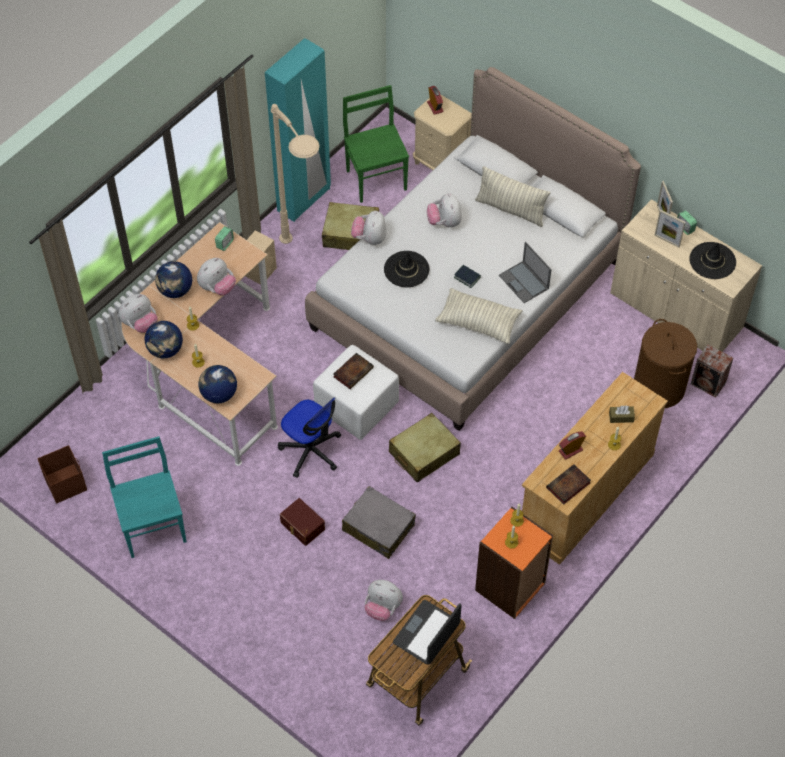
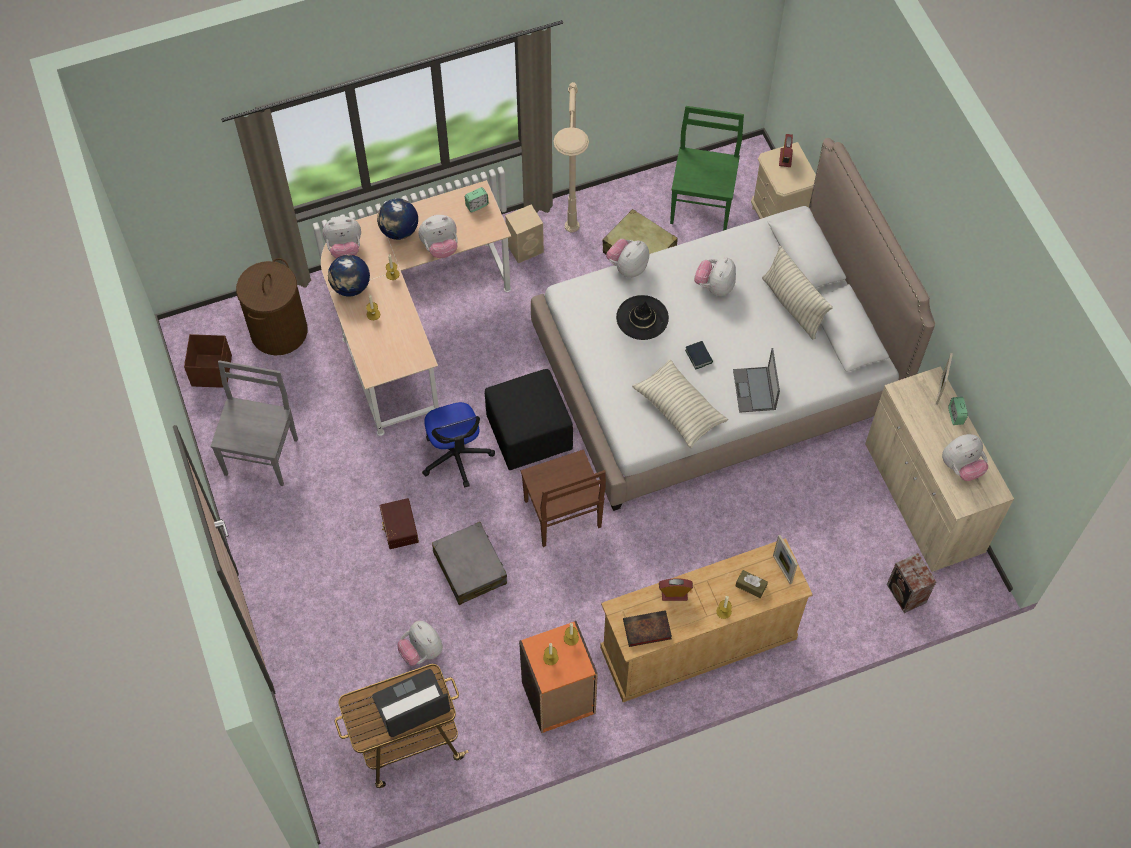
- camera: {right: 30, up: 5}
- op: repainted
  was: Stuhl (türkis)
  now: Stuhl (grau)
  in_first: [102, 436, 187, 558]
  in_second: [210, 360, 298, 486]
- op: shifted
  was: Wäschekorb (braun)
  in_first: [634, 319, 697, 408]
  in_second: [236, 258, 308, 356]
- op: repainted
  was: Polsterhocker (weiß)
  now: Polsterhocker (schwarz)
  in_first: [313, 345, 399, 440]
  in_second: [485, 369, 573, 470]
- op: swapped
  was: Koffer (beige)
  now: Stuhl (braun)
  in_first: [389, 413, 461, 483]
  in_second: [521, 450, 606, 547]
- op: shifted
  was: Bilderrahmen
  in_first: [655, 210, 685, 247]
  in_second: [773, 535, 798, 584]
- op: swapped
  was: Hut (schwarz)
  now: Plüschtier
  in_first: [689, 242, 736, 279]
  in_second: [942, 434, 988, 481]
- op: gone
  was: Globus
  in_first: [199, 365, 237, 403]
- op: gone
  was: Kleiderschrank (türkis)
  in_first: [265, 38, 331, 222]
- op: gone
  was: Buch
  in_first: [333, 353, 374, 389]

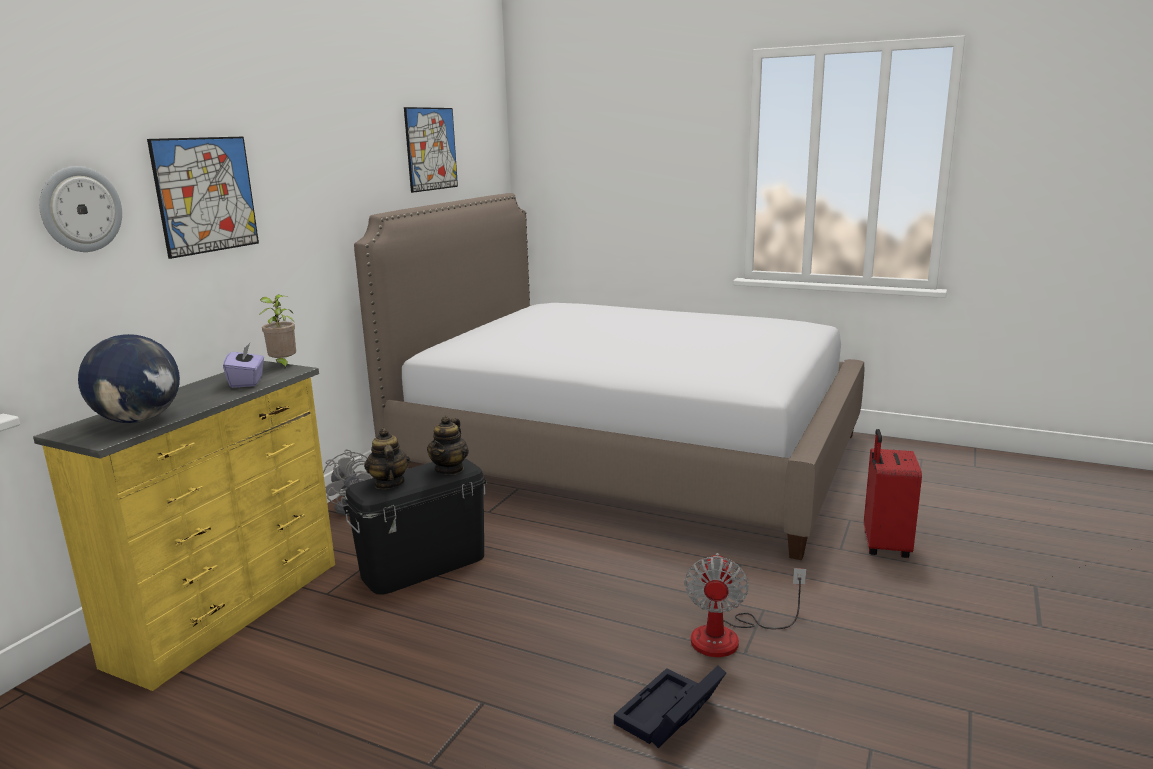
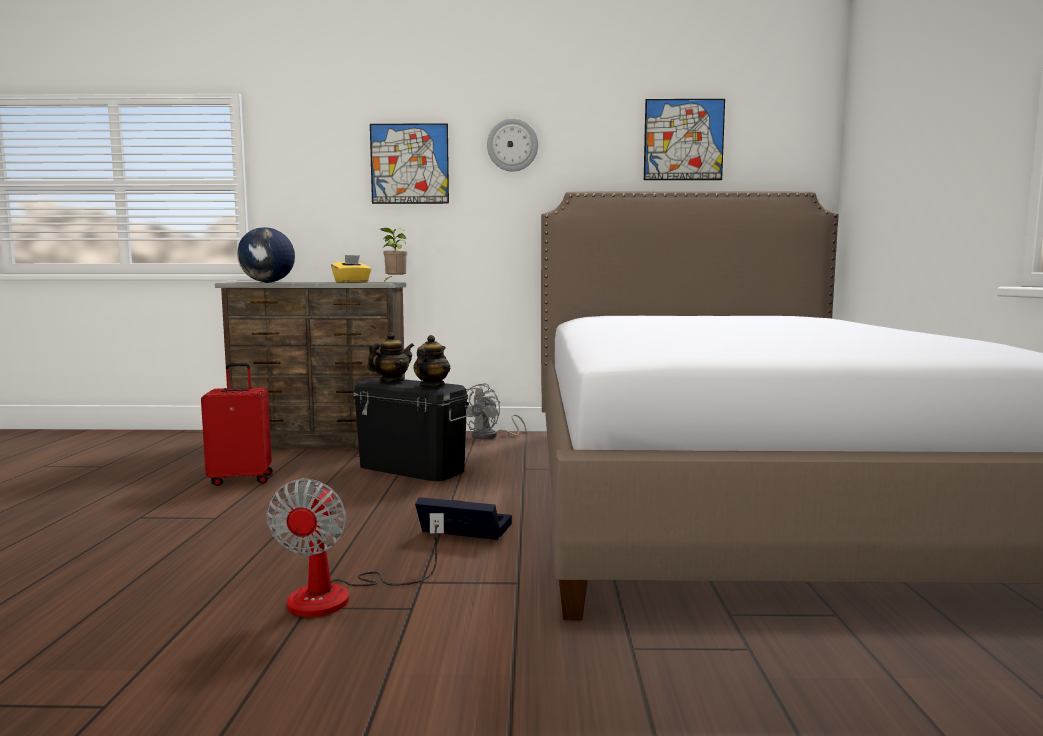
- camera: {right: 65, up: -10}
- op: shifted
  was: Koffer (rot)
  in_first: [864, 429, 922, 558]
  in_second: [201, 363, 273, 486]
- op: repainted
  was: Kommode (gelb)
  now: Kommode (braun)
  in_first: [33, 361, 335, 691]
  in_second: [215, 282, 406, 450]
- op: rotated
  was: Ventilator
  in_first: [684, 553, 806, 657]
  in_second: [266, 479, 444, 617]
  clockwise: -75
- op: repainted
  was: Taschentuchbox (lila)
  now: Taschentuchbox (gelb)
  in_first: [223, 343, 264, 388]
  in_second: [331, 255, 371, 283]
- op: rotated
  was: Teekanne
  in_first: [427, 416, 469, 475]
  in_second: [414, 335, 450, 388]
  clockwise: 120
- op: shifted
  was: Aufbewahrungsbox (schwarz)
  in_first: [614, 665, 726, 749]
  in_second: [415, 497, 512, 540]
- op: shifted
  was: Wanduhr
  in_first: [39, 166, 122, 252]
  in_second: [487, 118, 538, 172]

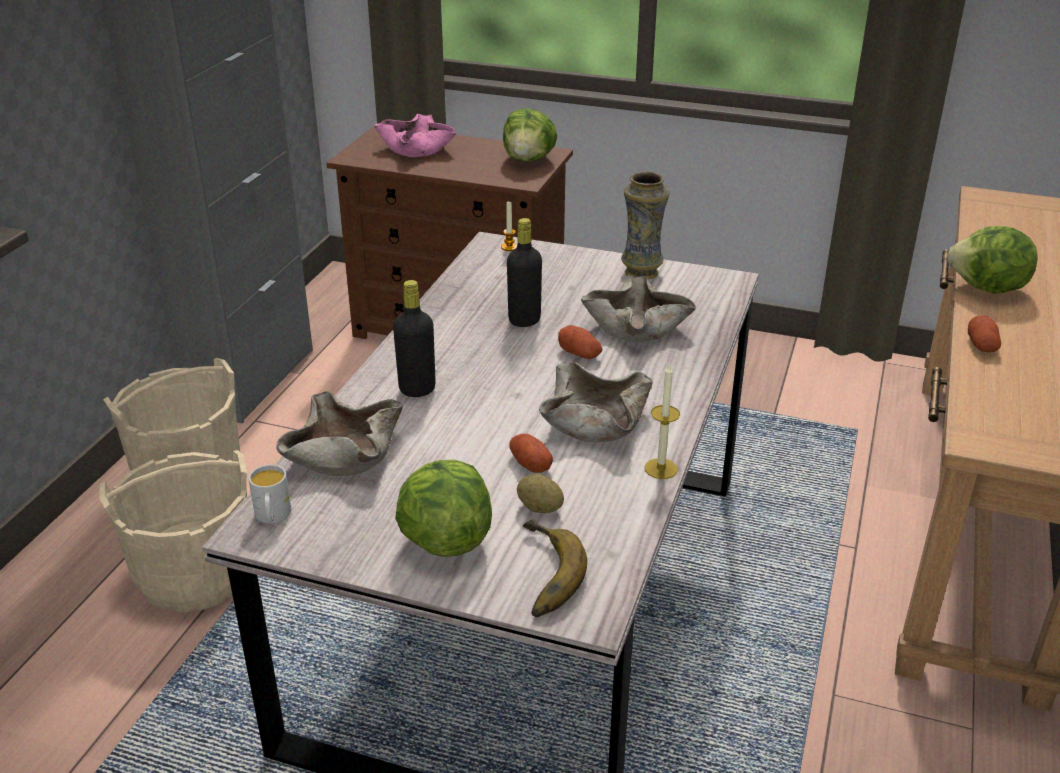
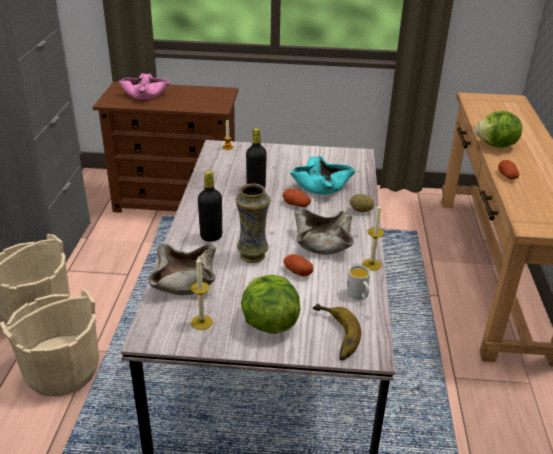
- camera: {right: -15, up: 0}
- op: new
  now: Kerze
  in_second: [190, 256, 213, 330]
- op: shifted
  was: Vase
  in_first: [621, 171, 670, 280]
  in_second: [235, 184, 270, 263]
- op: repainted
  was: Schüssel (beige)
  now: Schüssel (türkis)
  in_first: [581, 275, 696, 343]
  in_second: [290, 156, 355, 195]
- op: shifted
  was: Henkelbecher (weiß)
  in_first: [248, 465, 291, 524]
  in_second: [347, 265, 370, 300]
- op: shifted
  was: Kartoffel
  in_first: [517, 474, 564, 513]
  in_second: [350, 194, 374, 212]
- op: gone
  was: Salatkopf
  in_first: [503, 109, 557, 161]

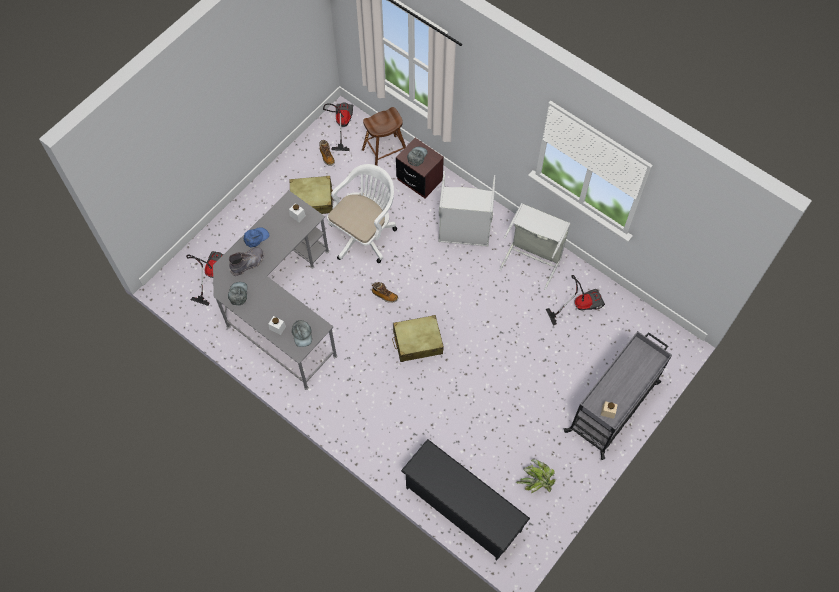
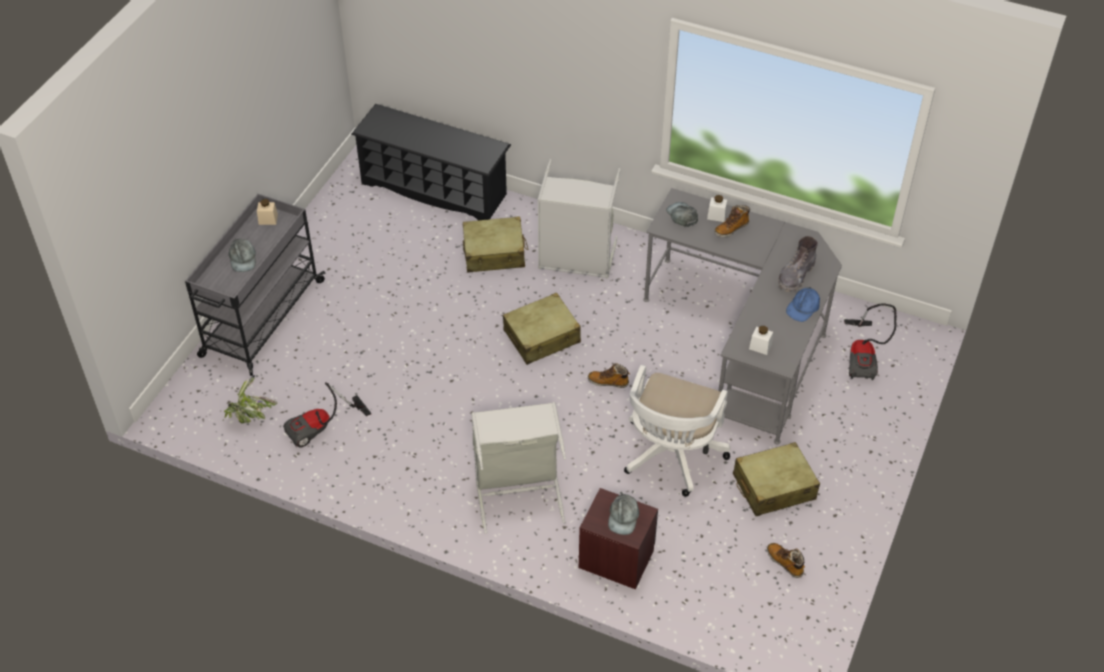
- camera: {right: 165, up: -15}
- op: shifted
  was: Topfpflanze
  in_first: [516, 459, 556, 493]
  in_second: [224, 375, 277, 423]
- op: shifted
  was: Kappe (grau)
  in_first: [228, 282, 248, 305]
  in_second: [229, 239, 256, 272]
- op: new
  now: Koffer (beige)
  in_second: [463, 216, 528, 273]
- op: shifted
  was: Wäschekorb (grau)
  in_first: [499, 203, 571, 290]
  in_second: [537, 159, 621, 279]
- op: new
  now: Stiefel
  in_second: [714, 205, 750, 237]
- op: gone
  was: Staubsauger
  in_first: [323, 102, 353, 151]
- op: gone
  was: Hocker (braun)
  in_first: [362, 107, 406, 166]

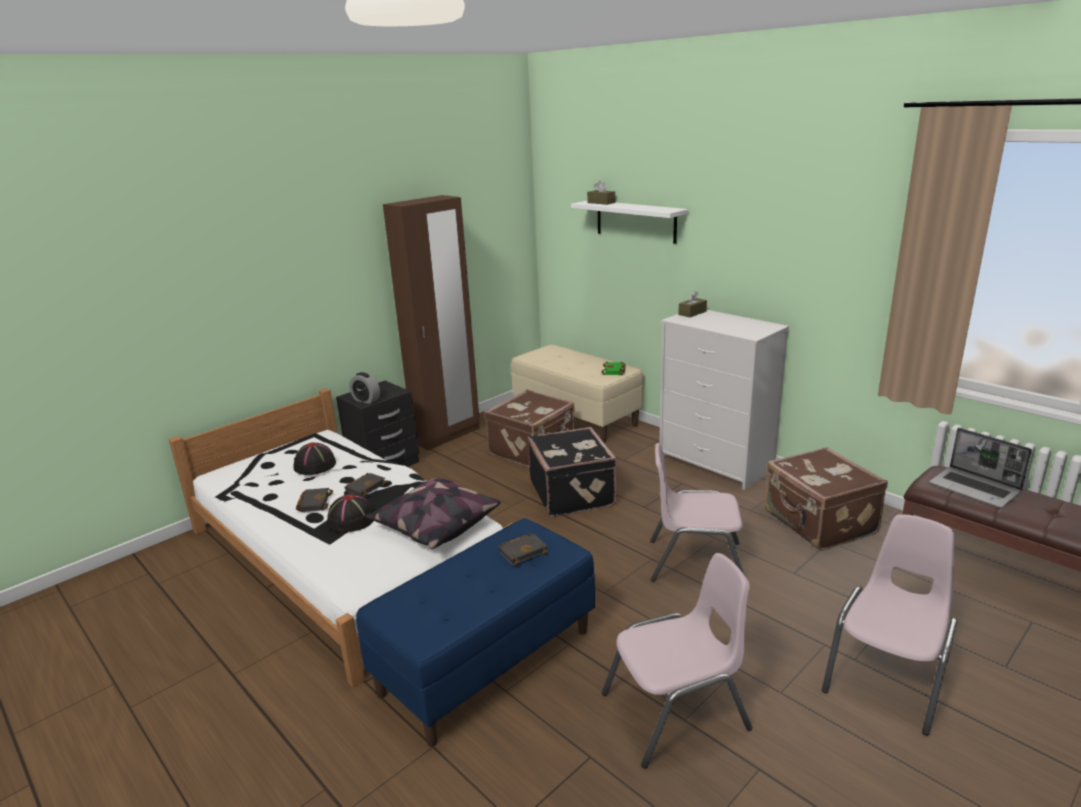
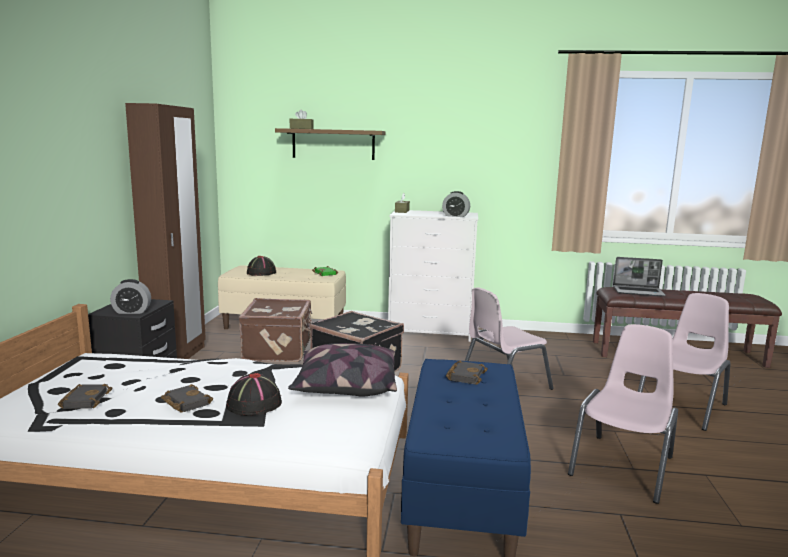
- camera: {right: -40, up: -10}
- op: shifted
  was: Buch (schwarz)
  in_first: [344, 473, 387, 497]
  in_second: [58, 384, 112, 409]
- op: shifted
  was: Hut (schwarz)
  in_first: [293, 442, 336, 475]
  in_second: [247, 256, 276, 276]
- op: repainted
  was: Wandregal (weiß)
  now: Wandregal (braun)
  in_first: [571, 201, 688, 244]
  in_second: [275, 128, 385, 160]
- op: new
  now: Wecker
  in_second: [442, 191, 470, 217]
- op: rotated
  was: Stuhl (rosa)
  in_first: [822, 515, 958, 736]
  in_second: [638, 293, 730, 431]
  clockwise: 45
- op: gone
  was: Koffer (braun)
  in_first: [765, 447, 888, 551]

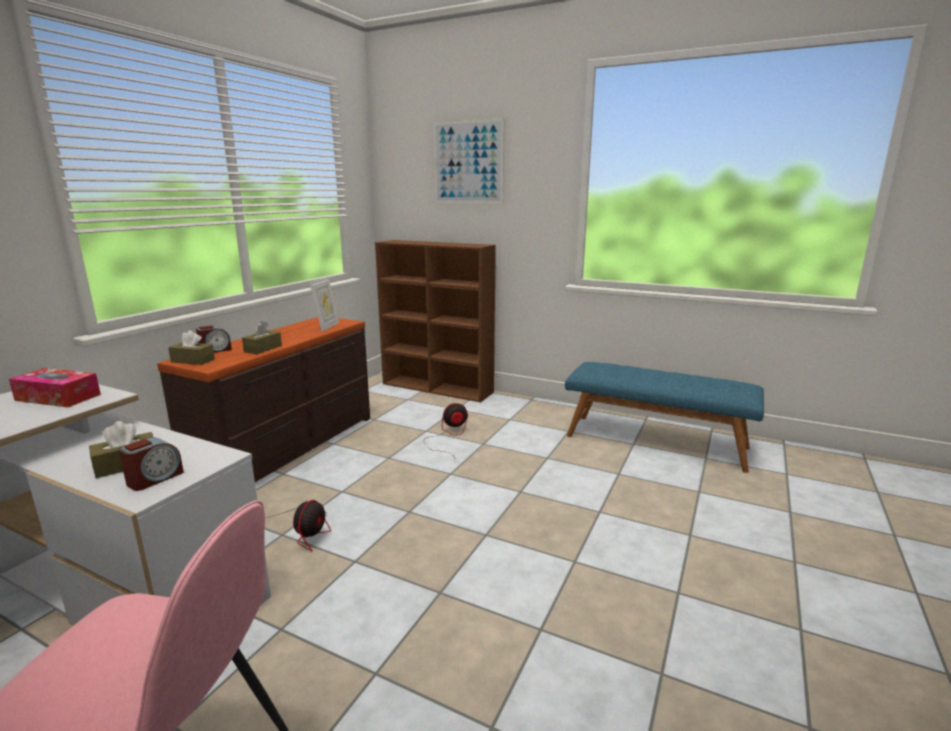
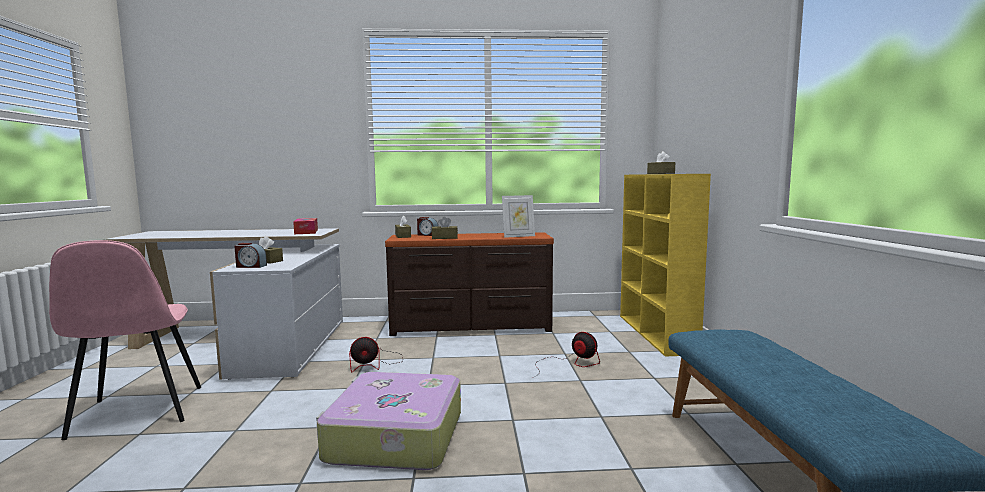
- camera: {right: 60, up: -10}
- op: new
  now: Koffer
  in_second: [316, 372, 461, 470]
- op: repainted
  was: Bücherregal (braun)
  now: Bücherregal (gelb)
  in_first: [375, 240, 496, 402]
  in_second: [620, 174, 711, 356]
- op: new
  now: Taschentuchbox (braun)
  in_second: [647, 151, 675, 174]
- op: gone
  was: Bild
  in_first: [433, 118, 504, 204]

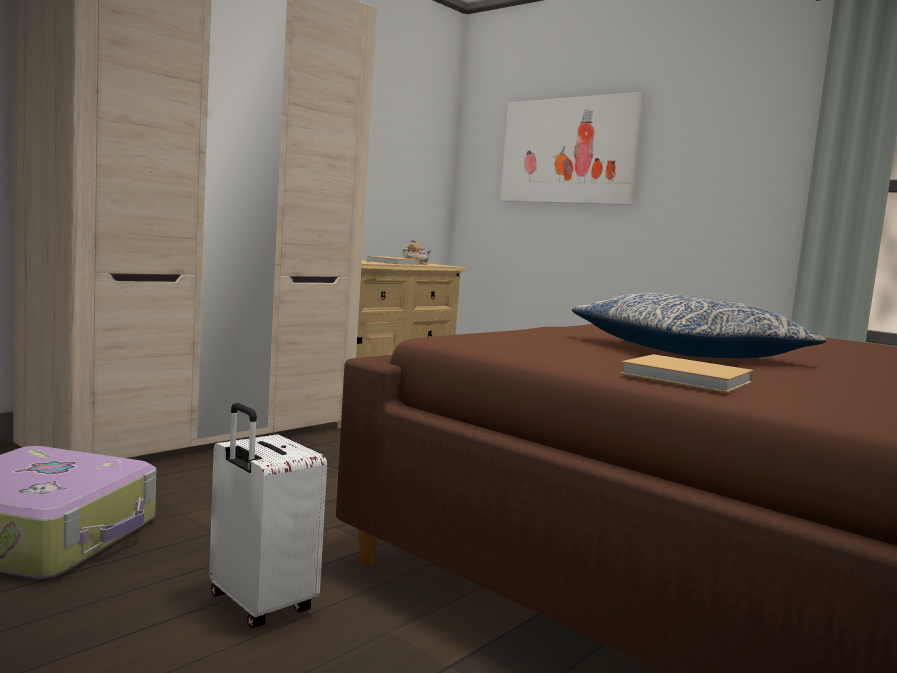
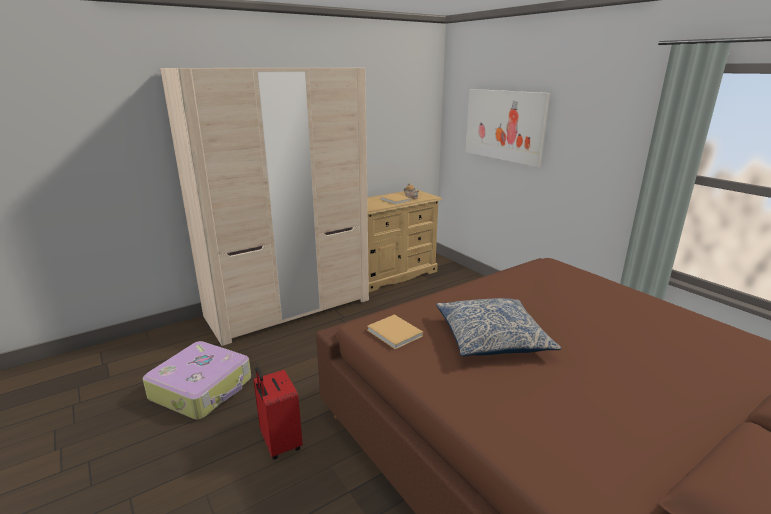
- camera: {right: 15, up: 15}
- op: repainted
  was: Koffer (weiß)
  now: Koffer (rot)
  in_first: [209, 403, 327, 628]
  in_second: [253, 367, 303, 460]
- op: shifted
  was: Buch (beige)
  in_first: [620, 354, 754, 393]
  in_second: [367, 314, 423, 349]

